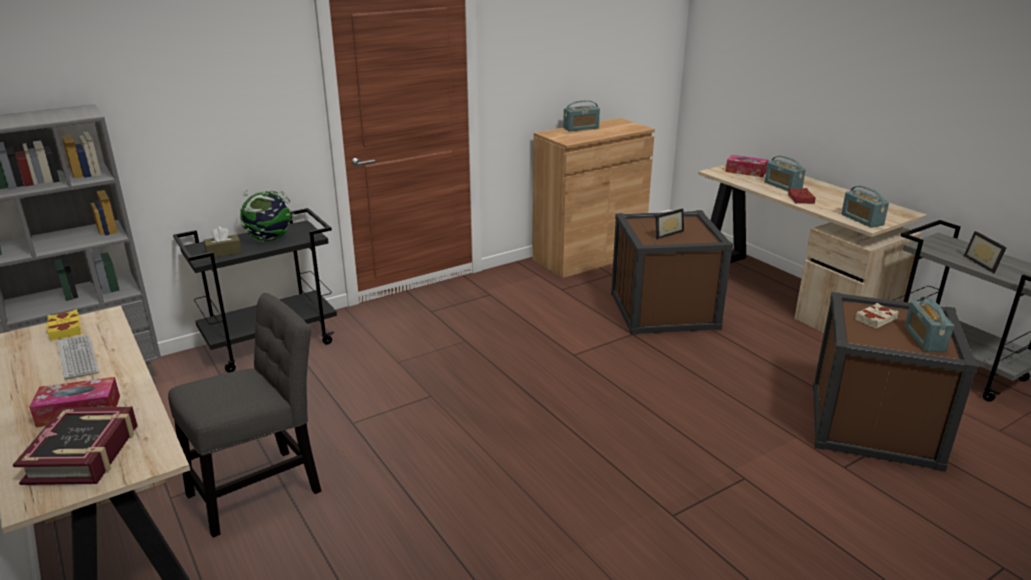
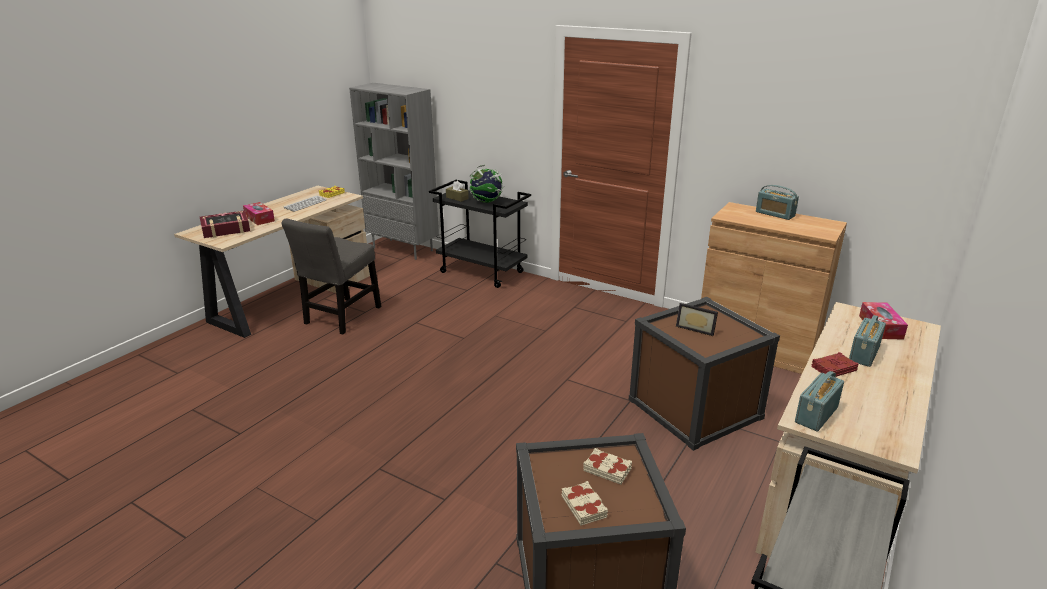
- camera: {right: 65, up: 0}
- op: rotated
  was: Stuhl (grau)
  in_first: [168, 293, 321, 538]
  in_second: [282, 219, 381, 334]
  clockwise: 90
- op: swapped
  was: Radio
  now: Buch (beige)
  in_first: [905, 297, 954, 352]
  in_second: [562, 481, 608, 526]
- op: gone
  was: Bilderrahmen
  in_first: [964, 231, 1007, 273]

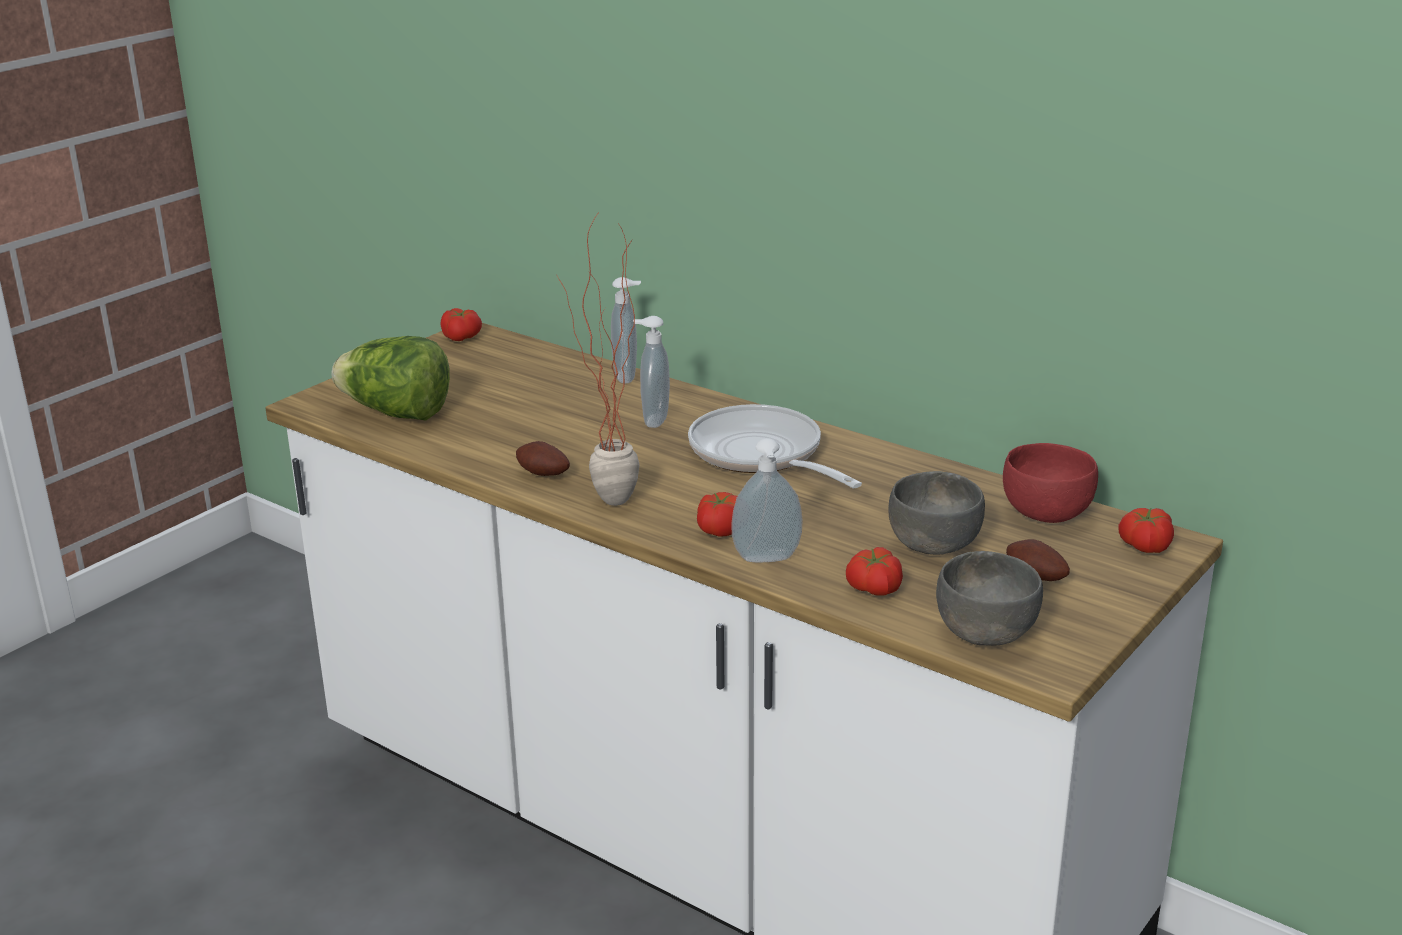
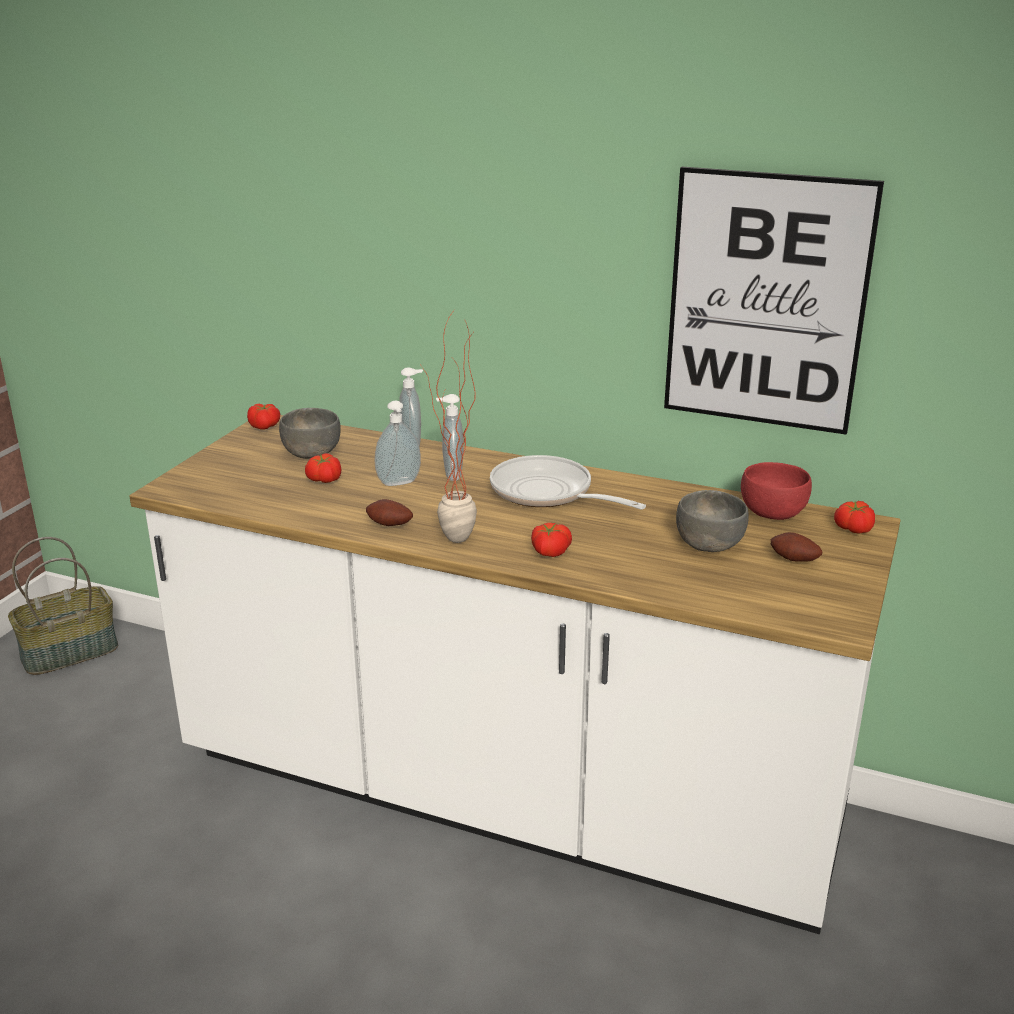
- camera: {right: -15, up: 0}
- op: new
  now: Korb
  in_second: [8, 537, 118, 675]
- op: shifted
  was: Schüssel (grau)
  in_first: [936, 551, 1043, 646]
  in_second: [279, 408, 341, 459]
- op: shifted
  was: Tomate
  in_first: [846, 547, 903, 596]
  in_second: [305, 453, 341, 483]
- op: shifted
  was: Seifenspender
  in_first: [731, 438, 802, 562]
  in_second: [374, 401, 421, 486]
- op: new
  now: Bild
  in_second: [664, 167, 884, 435]
- op: gone
  was: Salatkopf
  in_first: [332, 336, 450, 420]

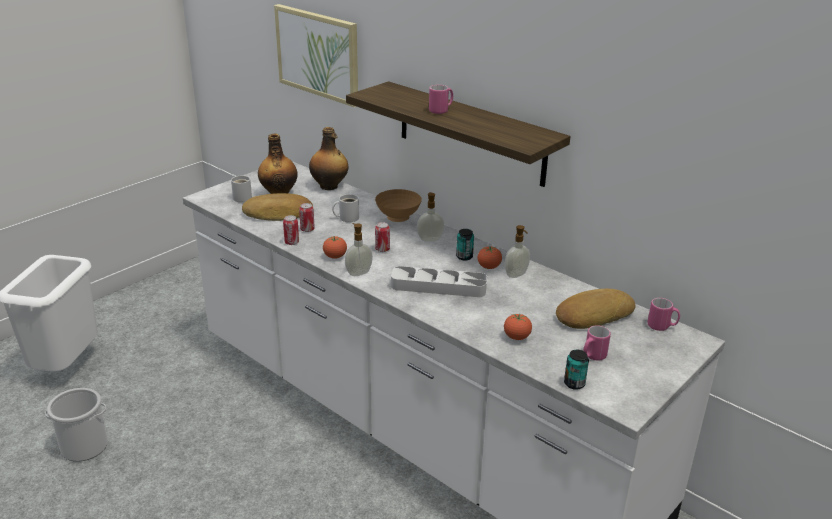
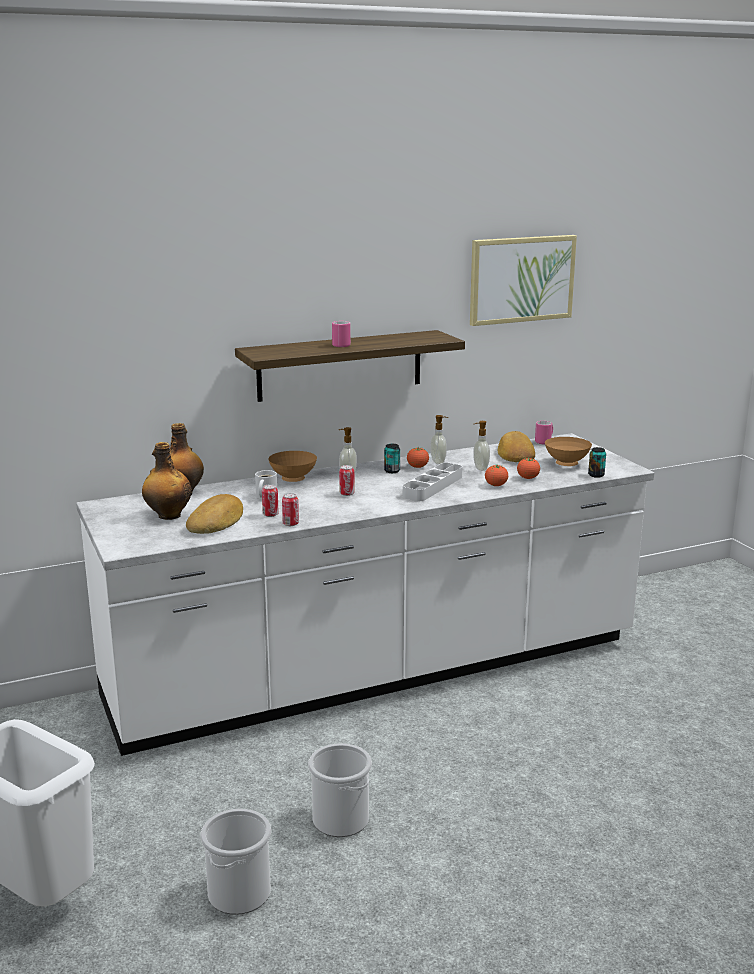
- camera: {right: -65, up: -10}
- op: new
  now: Eimer
  in_second: [308, 743, 372, 837]
- op: shifted
  was: Bild
  in_first: [274, 4, 358, 107]
  in_second: [470, 235, 577, 326]
- op: shifted
  was: Seifenspender
  in_first: [345, 223, 373, 276]
  in_second: [473, 421, 490, 471]
- op: shifted
  was: Tomate
  in_first: [323, 236, 347, 259]
  in_second: [485, 465, 508, 486]
- op: swapped
  was: Henkelbecher (rosa)
  now: Schüssel (braun)
  in_first: [583, 325, 611, 361]
  in_second: [545, 437, 592, 466]
- op: gone
  was: Henkelbecher (weiß)
  in_first: [231, 175, 252, 202]

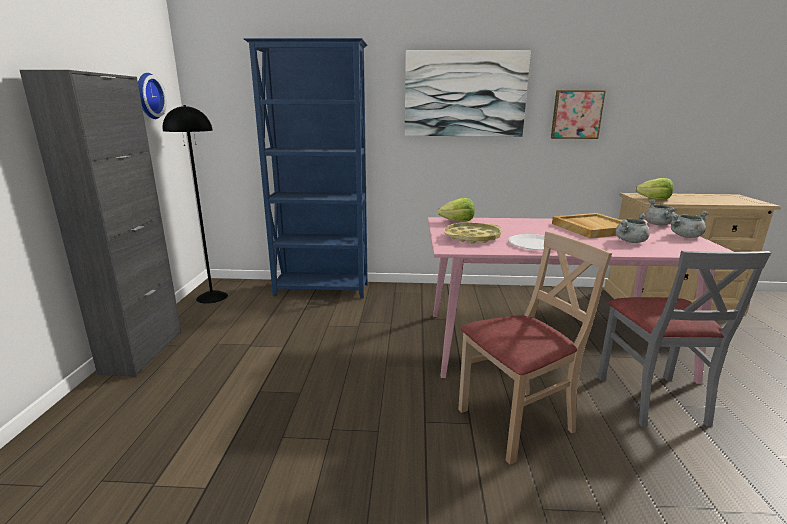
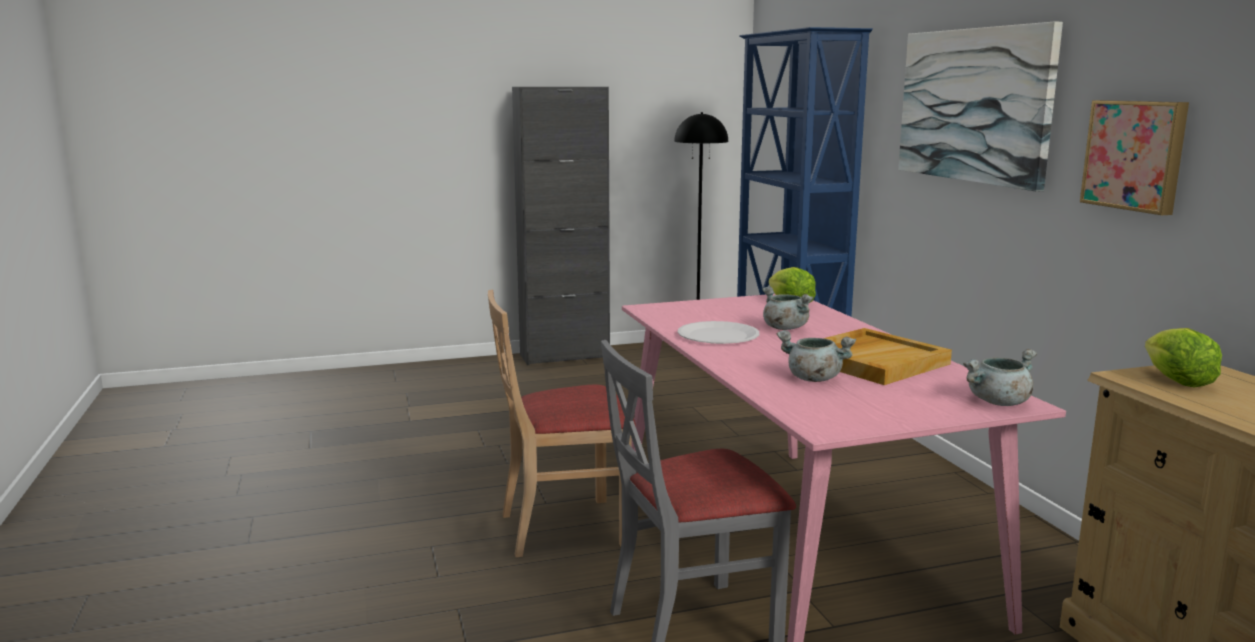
- camera: {right: 70, up: -5}
- op: rotated
  was: Stuhl (beige)
  in_first: [458, 231, 612, 464]
  in_second: [488, 290, 636, 557]
  clockwise: 120
- op: shifted
  was: Kochtopf (grau)
  in_first: [670, 211, 709, 238]
  in_second: [762, 286, 813, 330]
- op: gone
  was: Wanduhr
  in_first: [138, 73, 167, 119]
- op: gone
  was: Tablett (gelb)
  in_first: [445, 222, 501, 244]

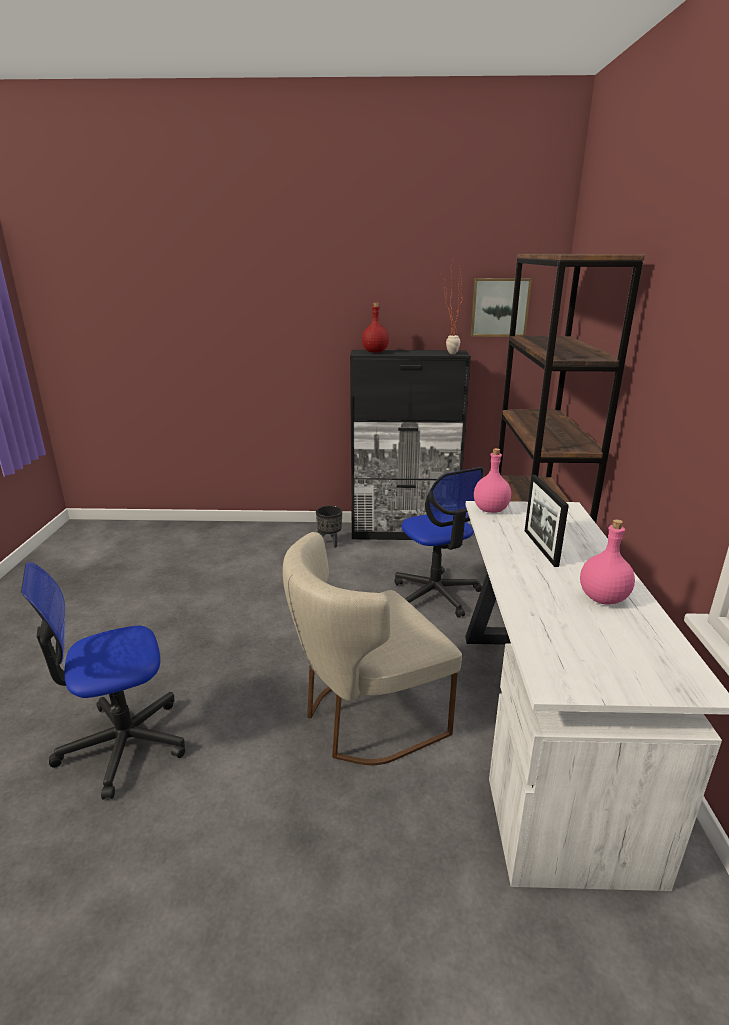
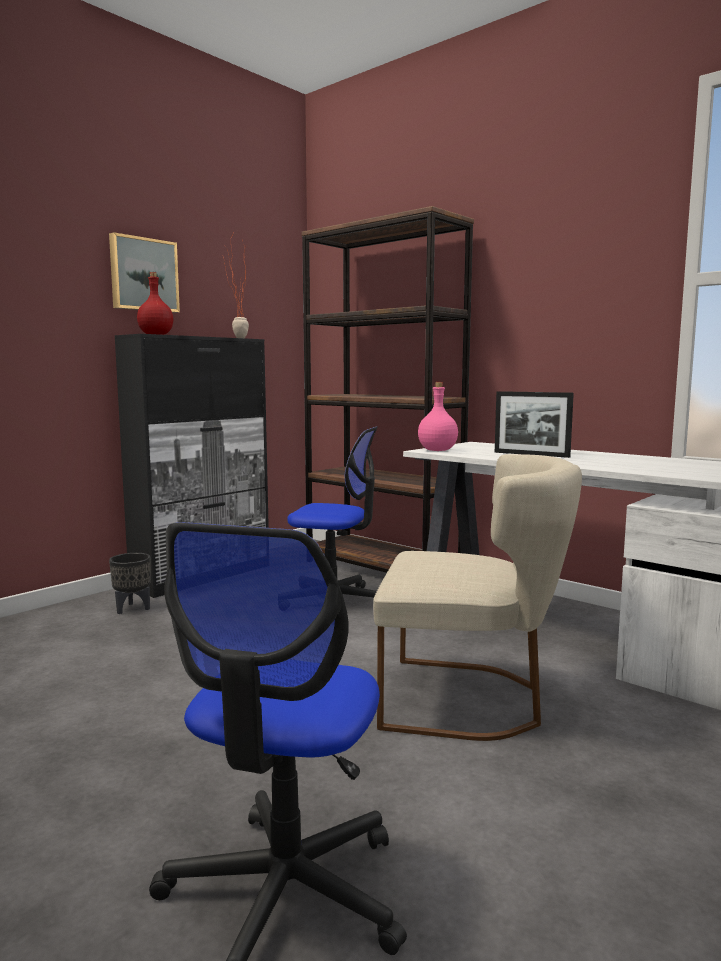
- camera: {right: -50, up: -15}
- op: shifted
  was: Bild
  in_first: [470, 278, 532, 337]
  in_second: [109, 232, 180, 313]
- op: rotated
  was: Stuhl (beige)
  in_first: [283, 532, 462, 765]
  in_second: [373, 454, 582, 741]
  clockwise: -90
- op: gone
  was: Flasche (rosa)
  in_first: [580, 519, 635, 605]

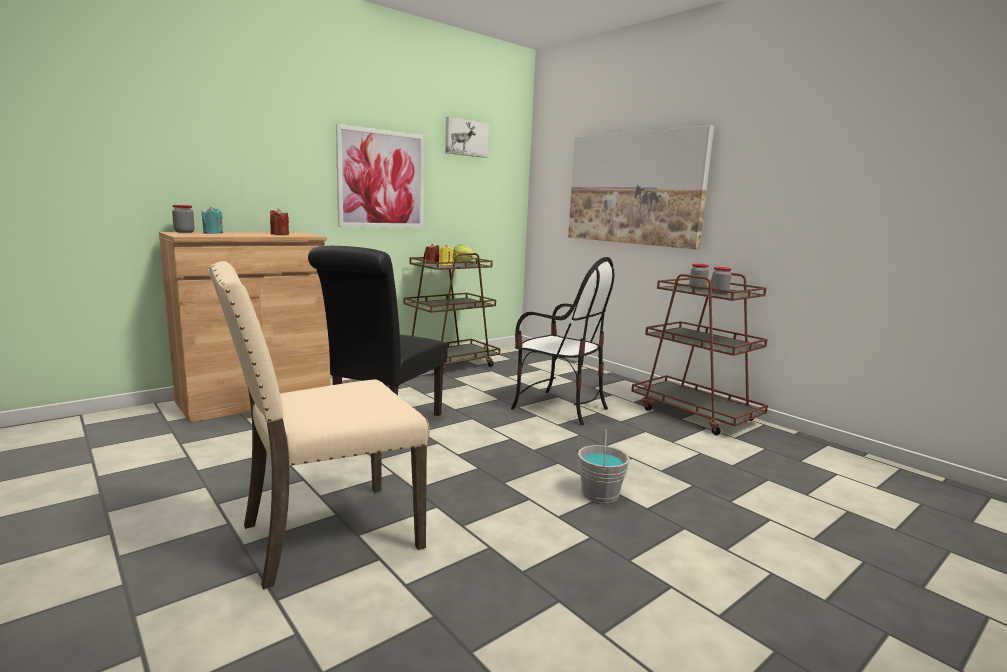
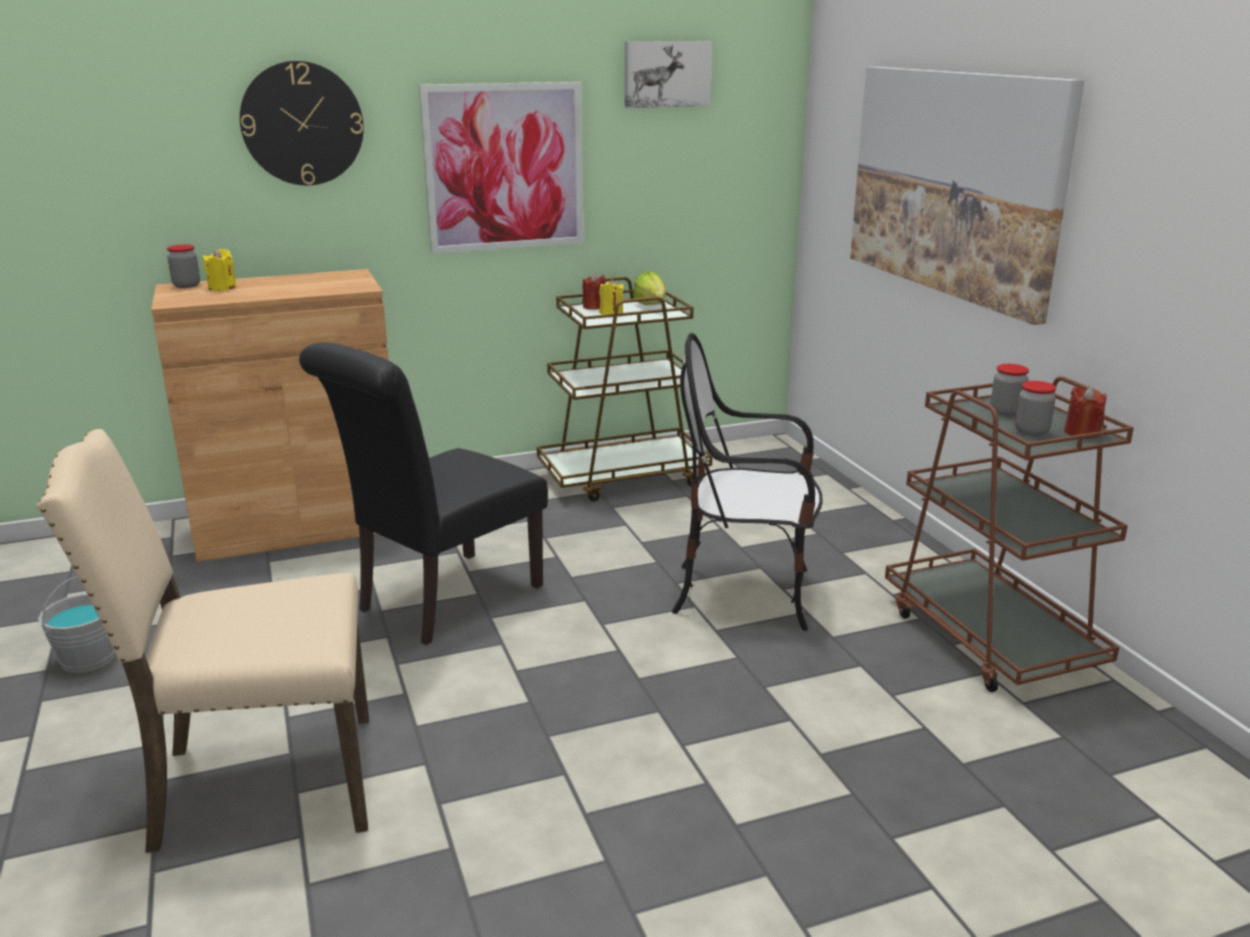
- camera: {right: 20, up: 10}
- op: shifted
  was: Eimer (grau)
  in_first: [578, 429, 630, 503]
  in_second: [38, 576, 115, 673]
- op: repainted
  was: Kerze (türkis)
  now: Kerze (gelb)
  in_first: [201, 206, 223, 234]
  in_second: [203, 248, 237, 291]
- op: new
  now: Wanduhr
  in_second: [240, 61, 364, 185]
- op: rotated
  was: Stuhl
  in_first: [511, 257, 615, 425]
  in_second: [672, 333, 823, 631]
  clockwise: 135
- op: shifted
  was: Kerze (rot)
  in_first: [270, 209, 289, 235]
  in_second: [1064, 386, 1107, 439]

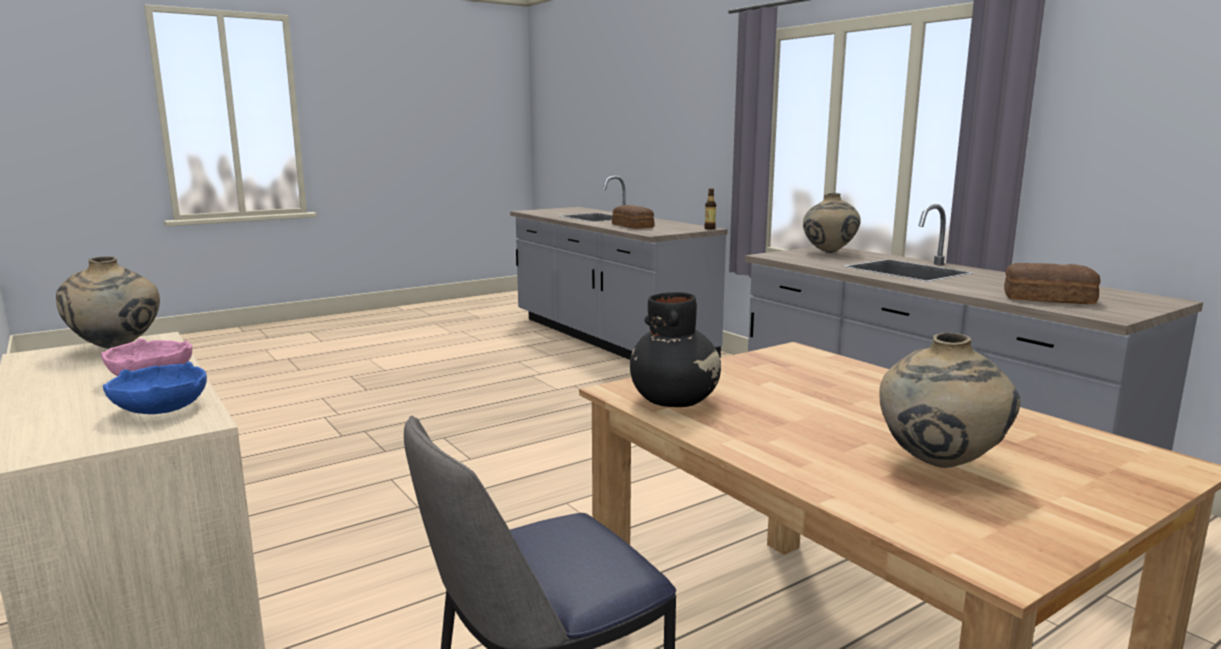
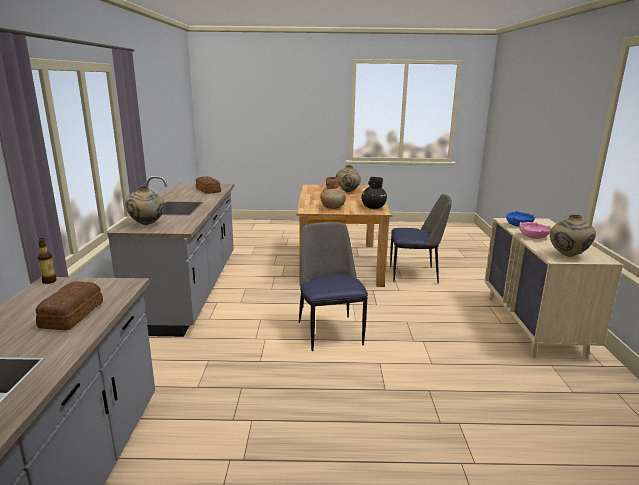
- camera: {right: -145, up: 5}
- op: new
  now: Stuhl
  in_second: [299, 222, 368, 351]
- op: new
  now: Vase (braun)
  in_second: [320, 177, 346, 209]

